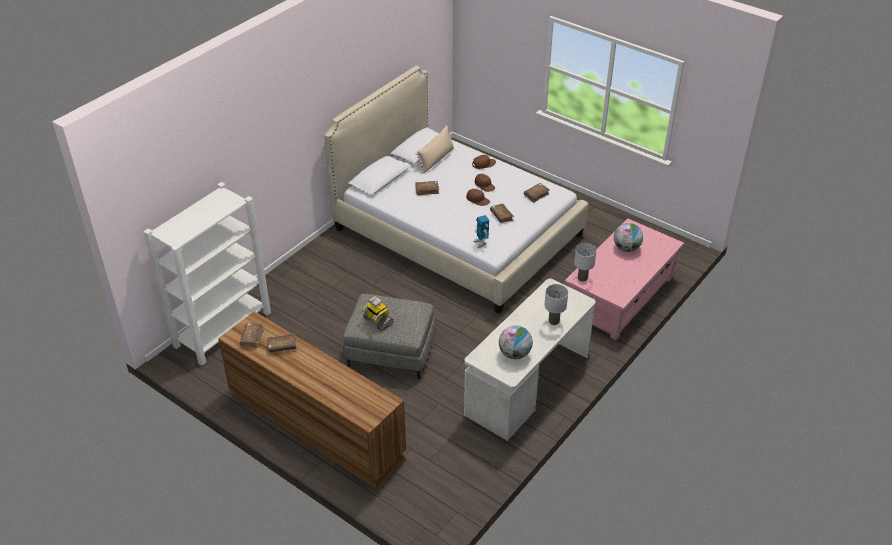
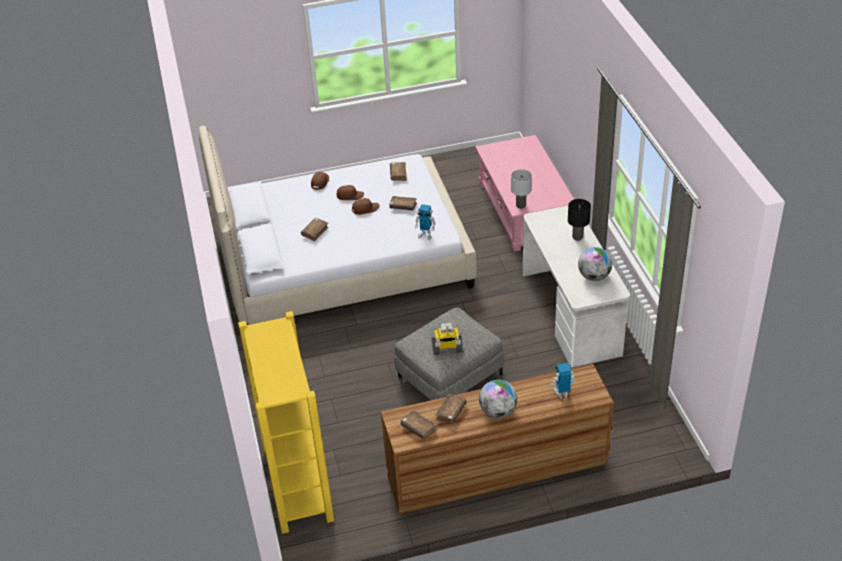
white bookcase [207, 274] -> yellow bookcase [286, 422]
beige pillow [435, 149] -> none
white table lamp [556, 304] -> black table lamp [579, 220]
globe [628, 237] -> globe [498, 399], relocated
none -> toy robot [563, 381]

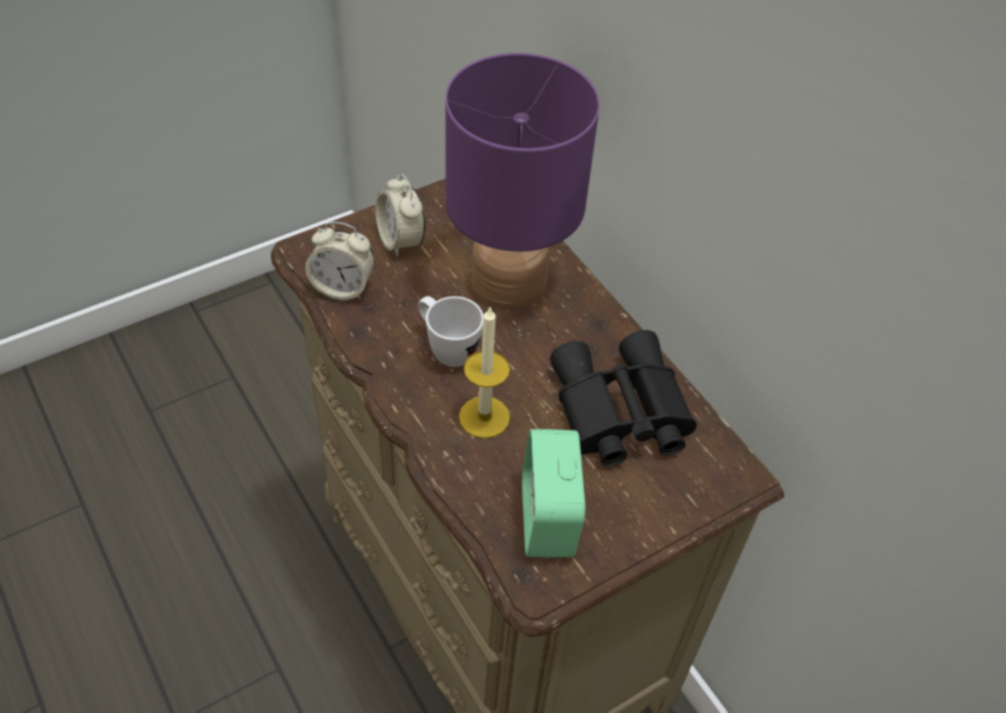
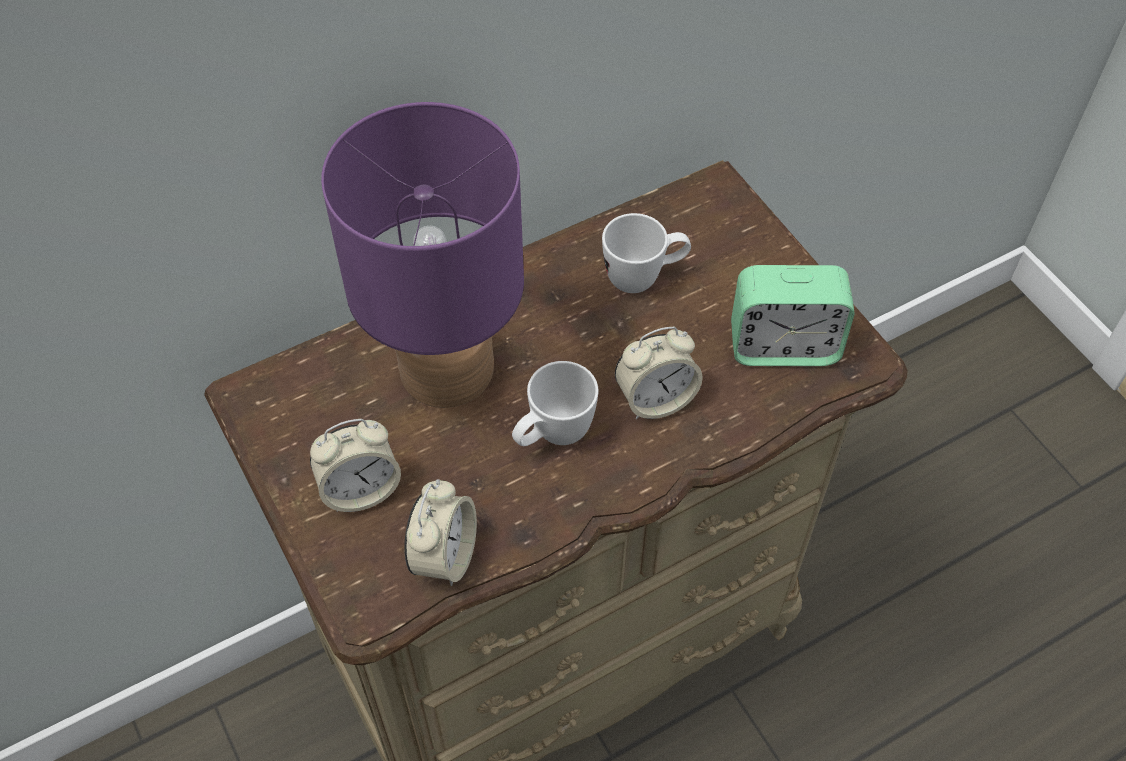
candle [484, 372] -> alarm clock [659, 373]
black binoculars [623, 398] -> white mug [646, 253]

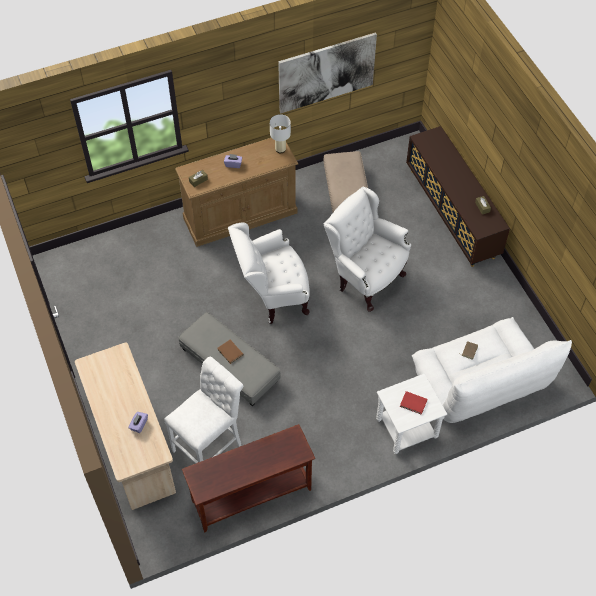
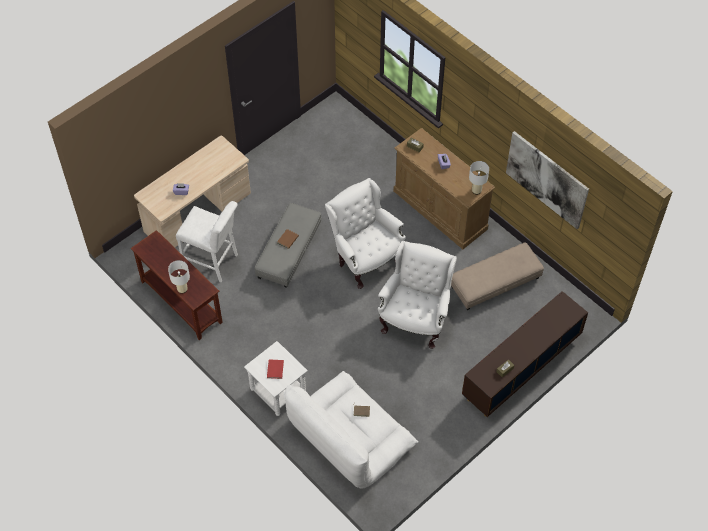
none -> white table lamp [179, 277]

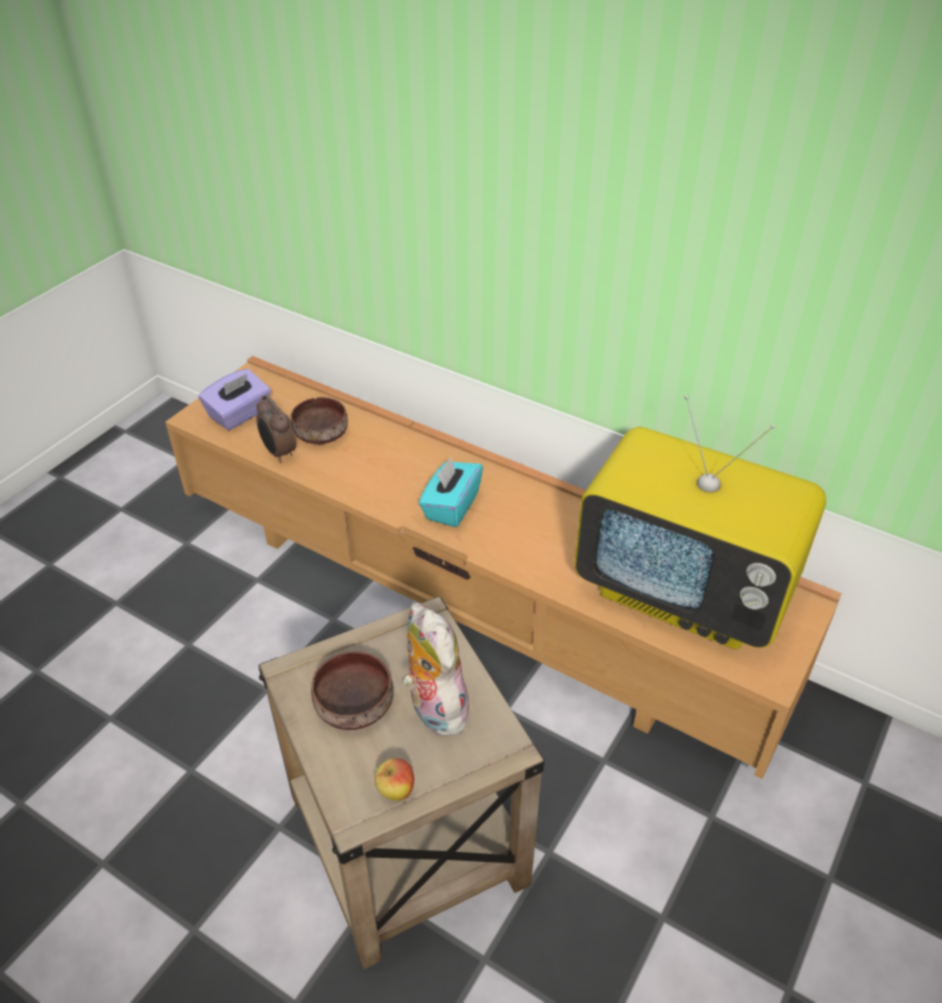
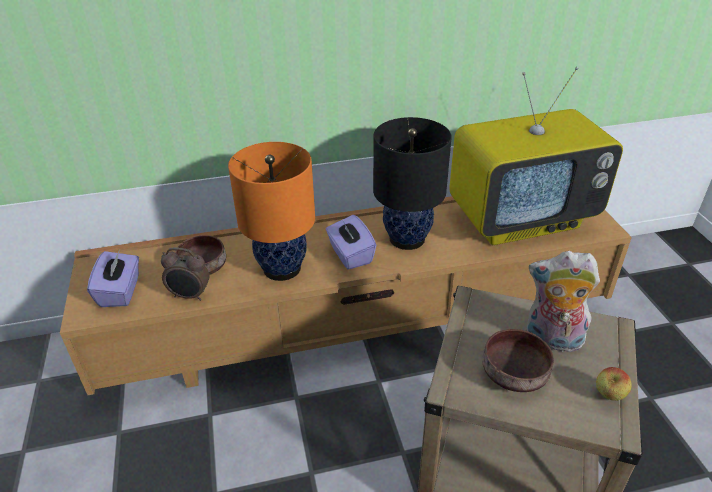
turquoise tissue box [451, 492] -> purple tissue box [351, 242]
none -> orange table lamp [271, 211]
none -> black table lamp [412, 183]

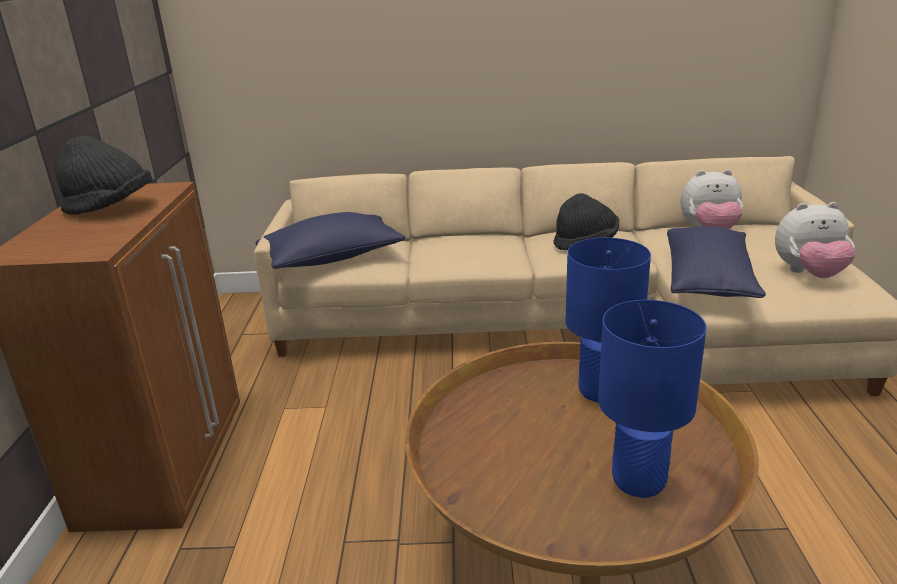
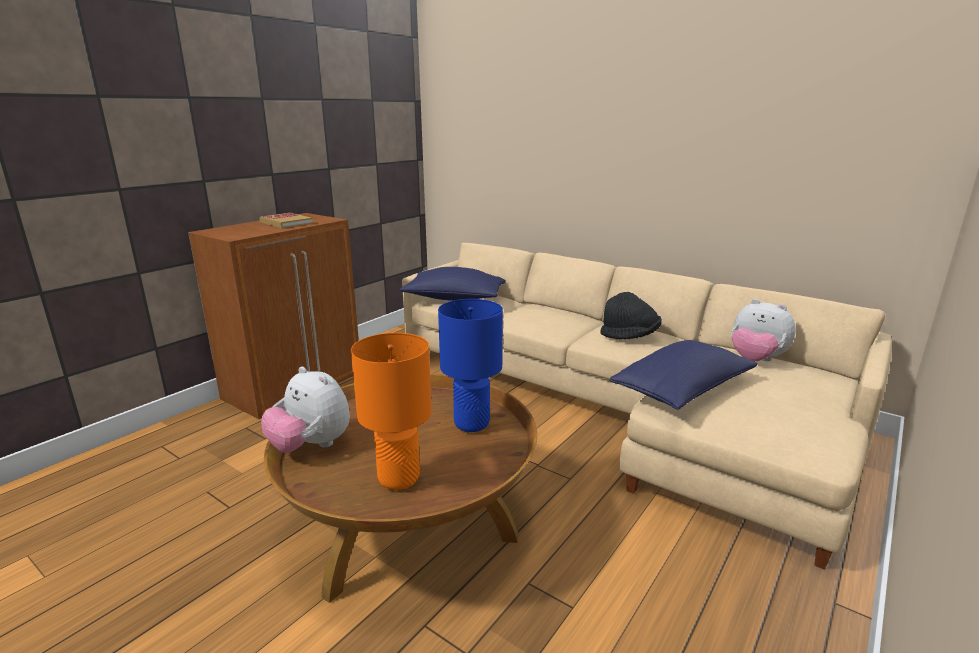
black hat [103, 175] -> book [286, 220]
blue table lamp [652, 399] -> orange table lamp [391, 411]
plush toy [815, 240] -> plush toy [305, 410], relocated

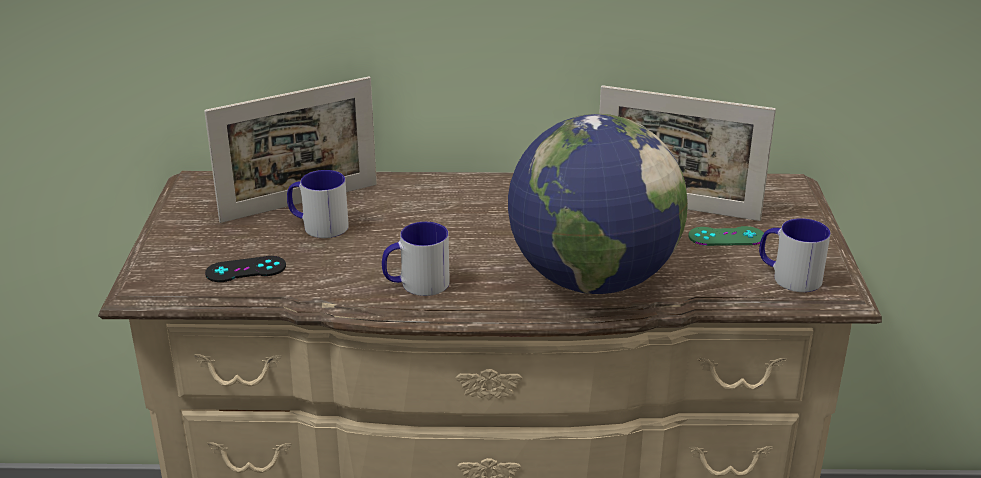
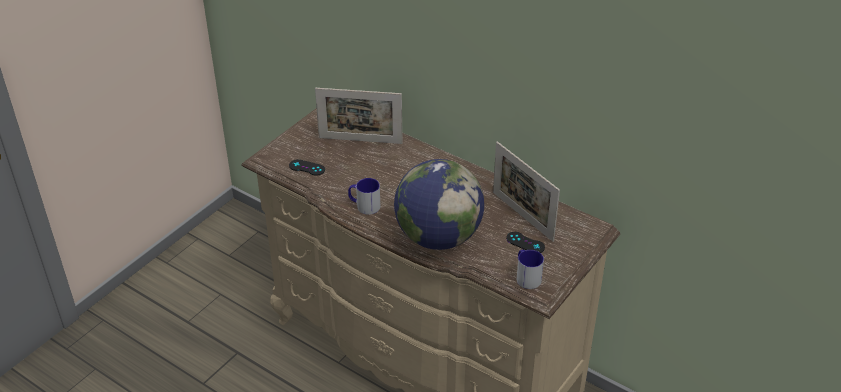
mug [318, 204] -> none
green game controller [726, 236] -> black game controller [525, 242]

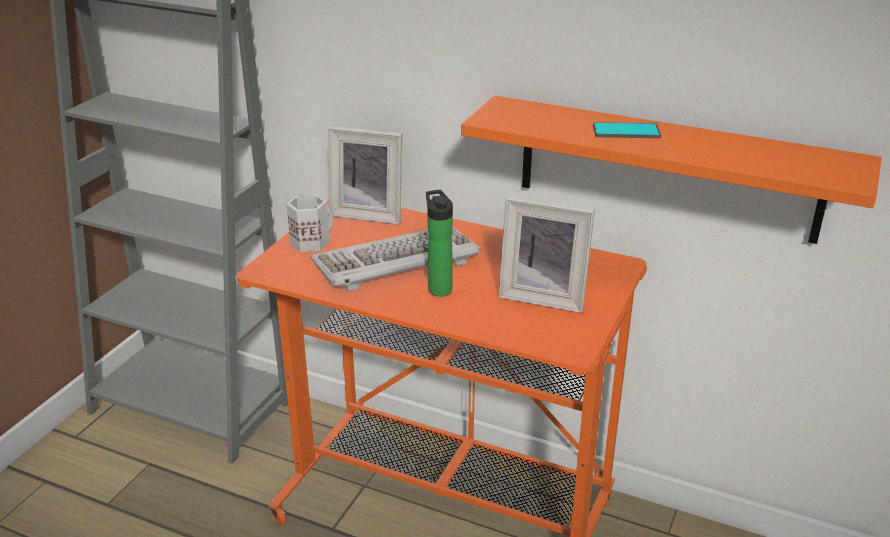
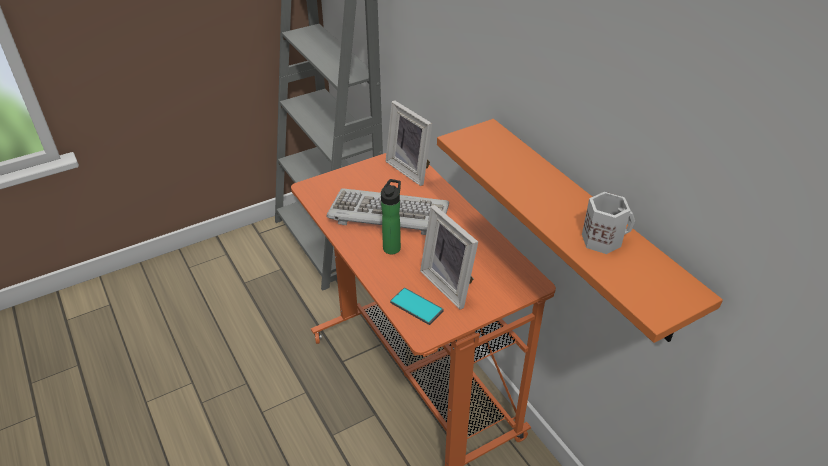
white mug [309, 223] -> white mug [608, 223], relocated
phone [627, 130] -> phone [417, 306], relocated

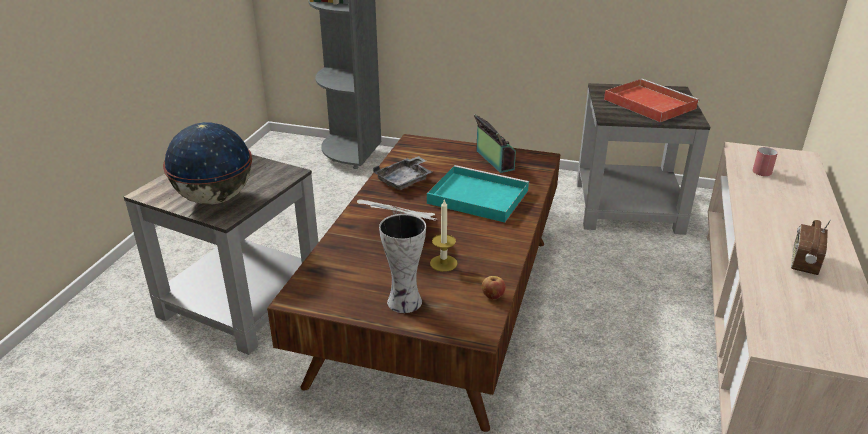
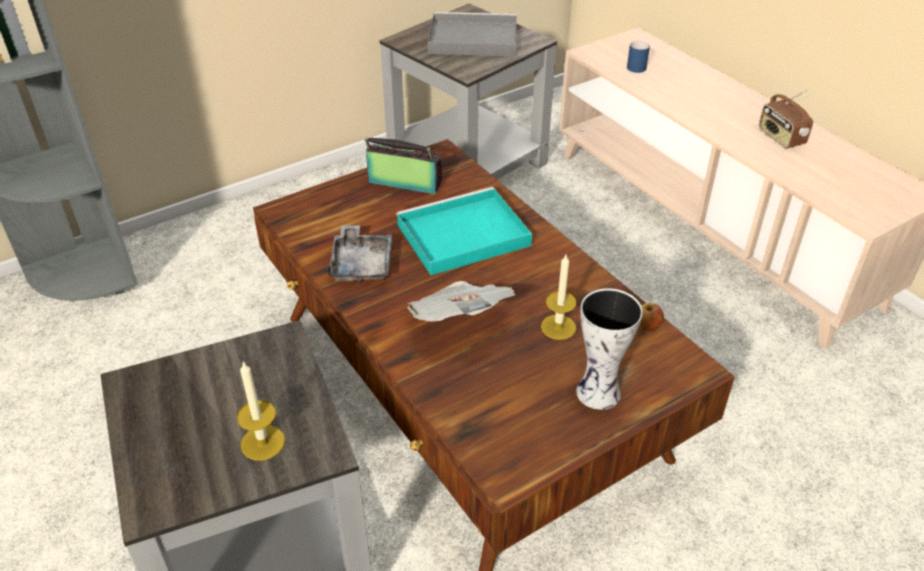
globe [207, 163] -> candle [261, 411]
red tray [652, 100] -> grey tray [472, 34]
red mug [765, 161] -> blue mug [638, 57]

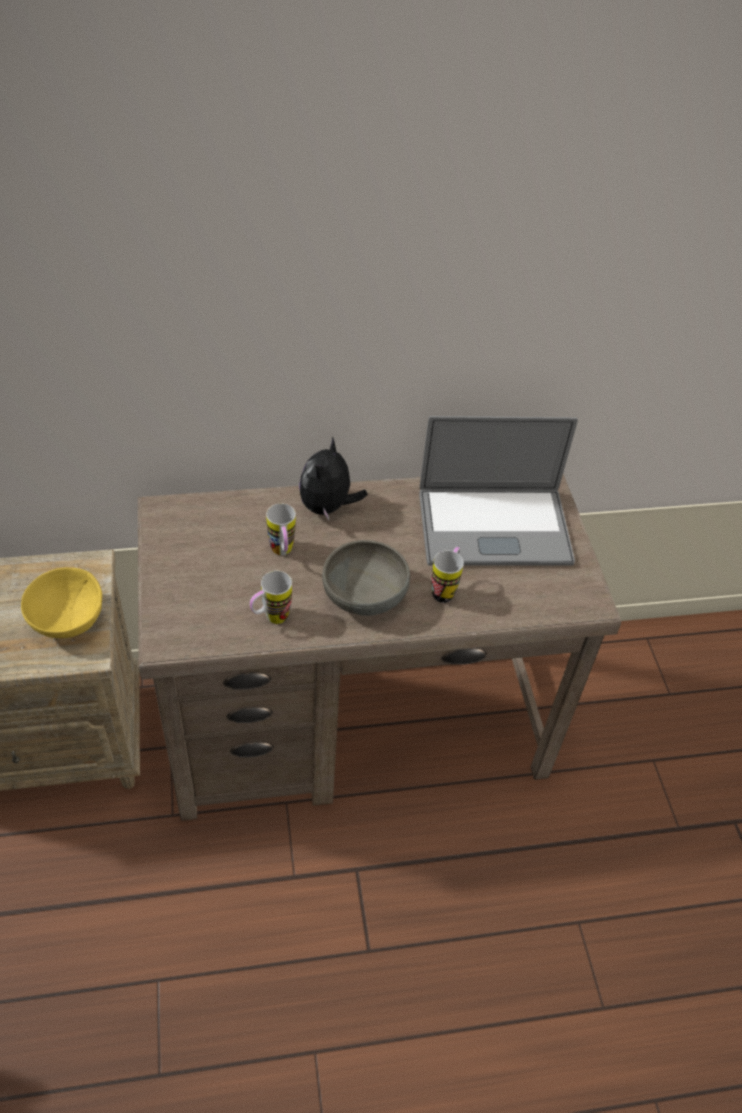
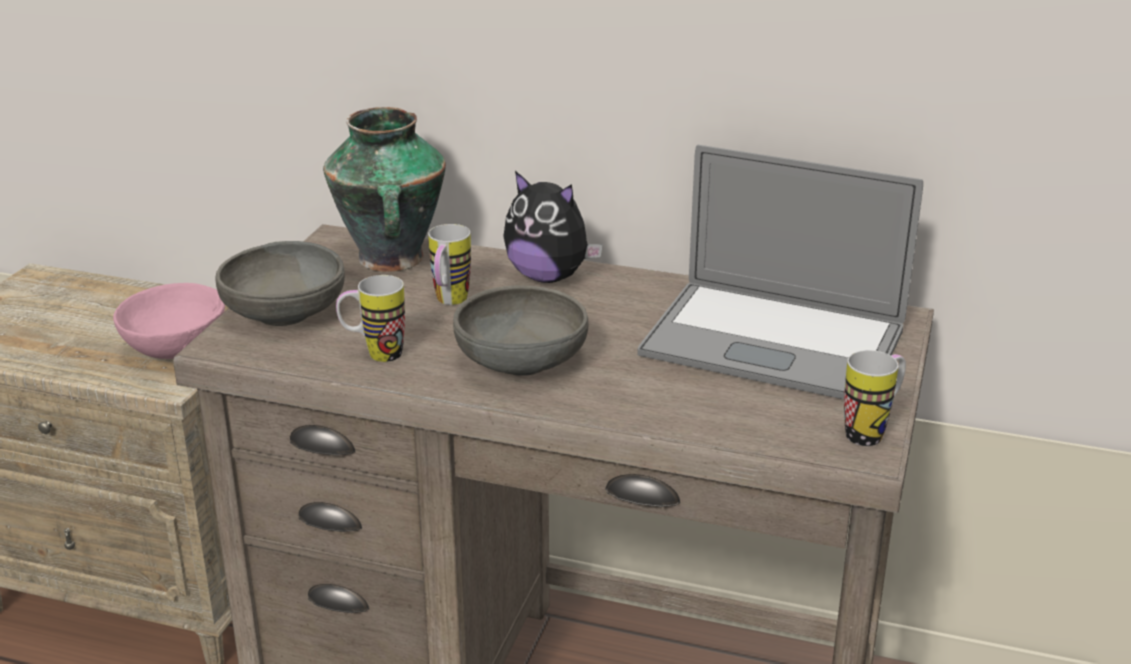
yellow bowl [61, 603] -> pink bowl [169, 321]
plush toy [333, 478] -> plush toy [553, 227], 105 degrees counterclockwise
mug [447, 575] -> mug [875, 398], relocated
none -> grey bowl [280, 283]
none -> vase [384, 189]

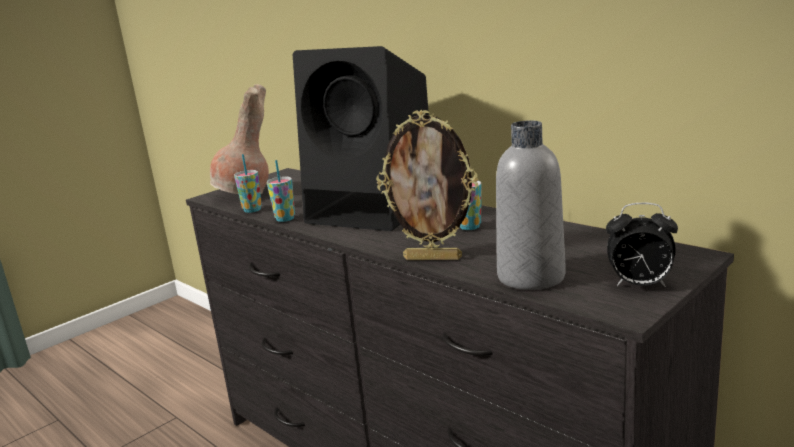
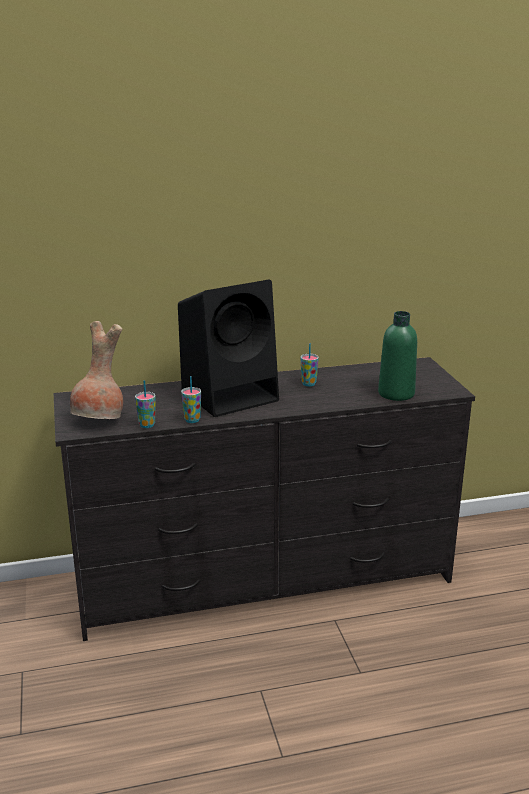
picture frame [427, 185] -> none
grey bottle [531, 205] -> green bottle [397, 356]
alarm clock [642, 245] -> none

